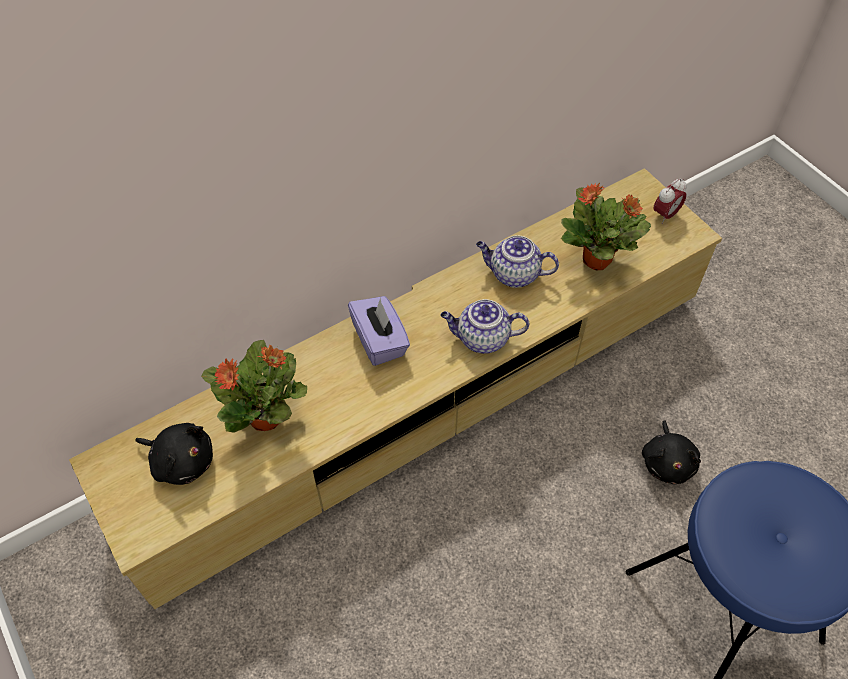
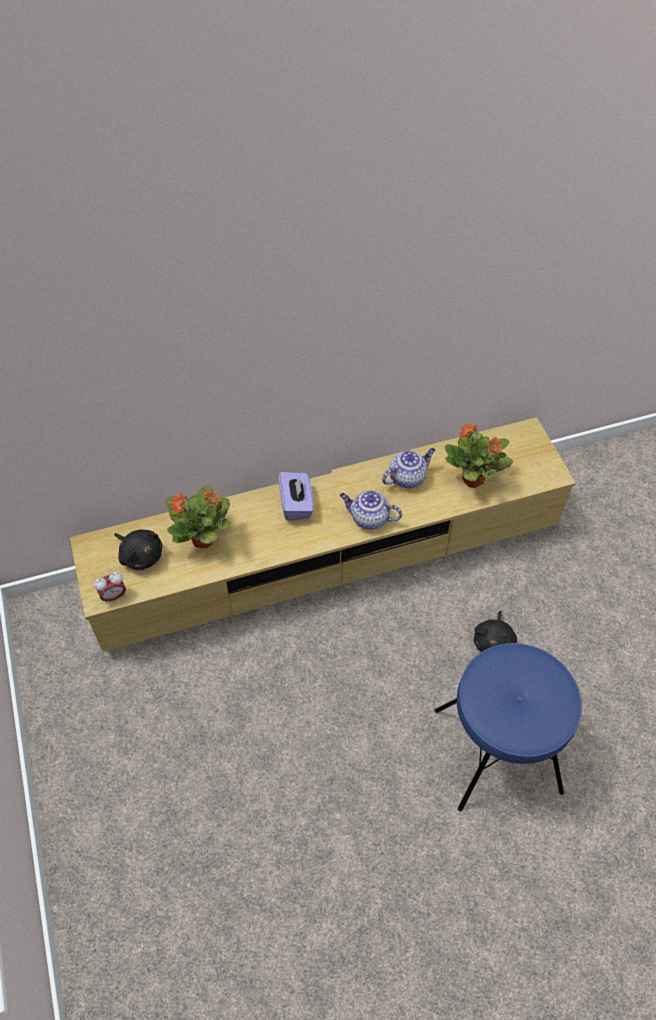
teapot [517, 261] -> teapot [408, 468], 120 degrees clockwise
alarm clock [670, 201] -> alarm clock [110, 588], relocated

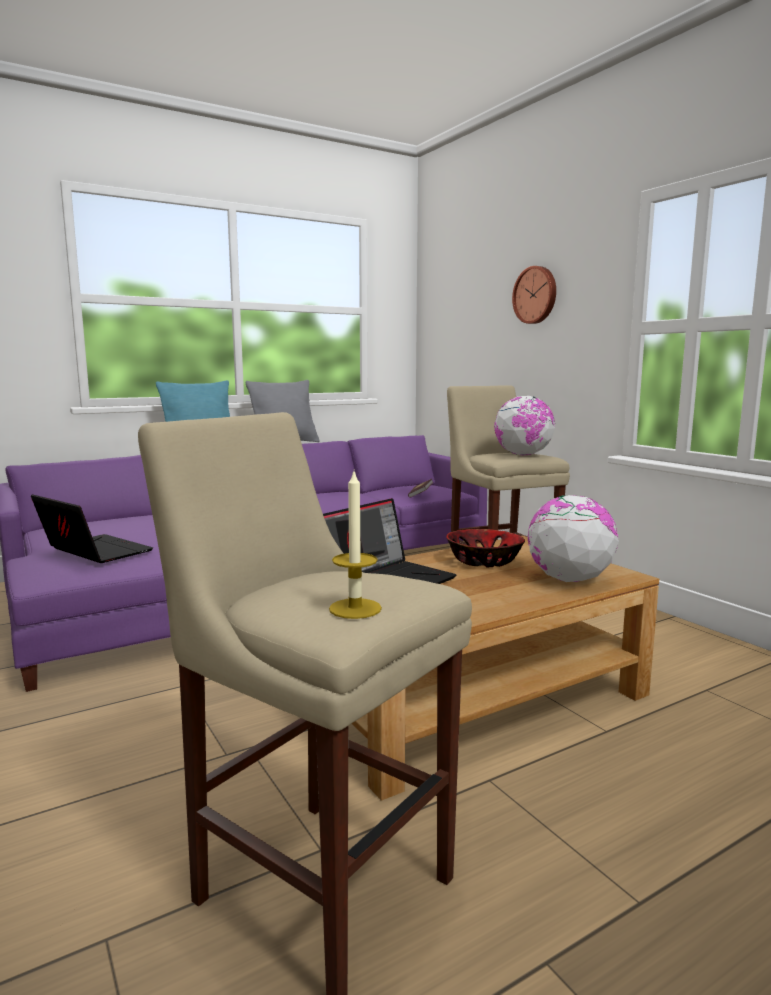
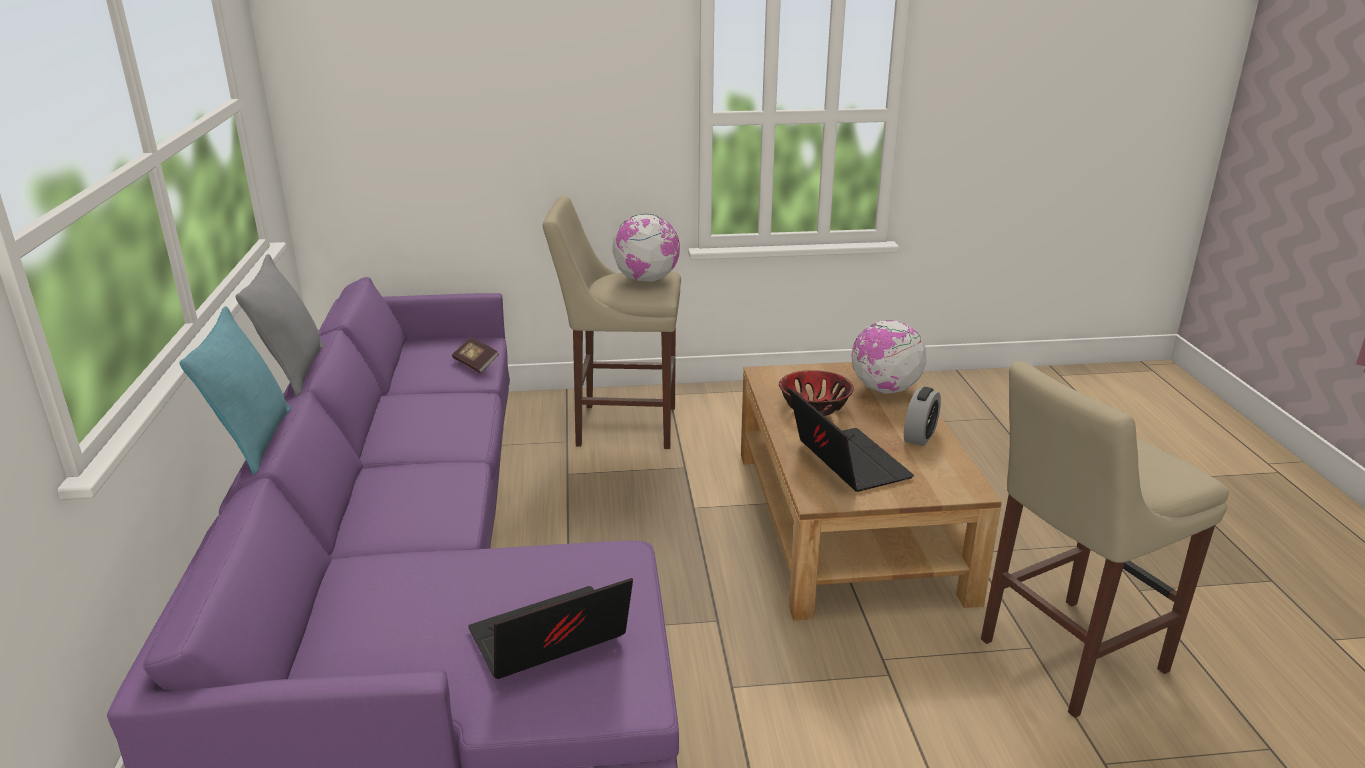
candle [355, 545] -> none
wall clock [534, 295] -> none
none -> alarm clock [922, 416]

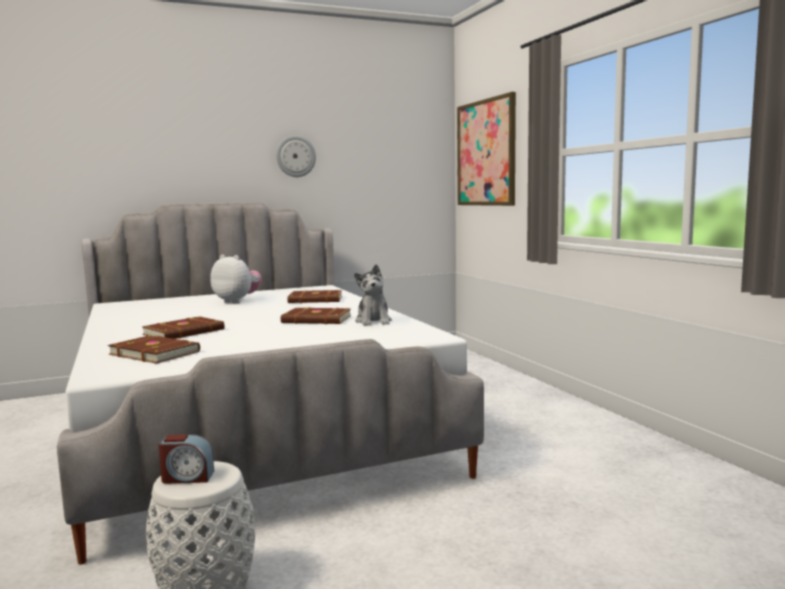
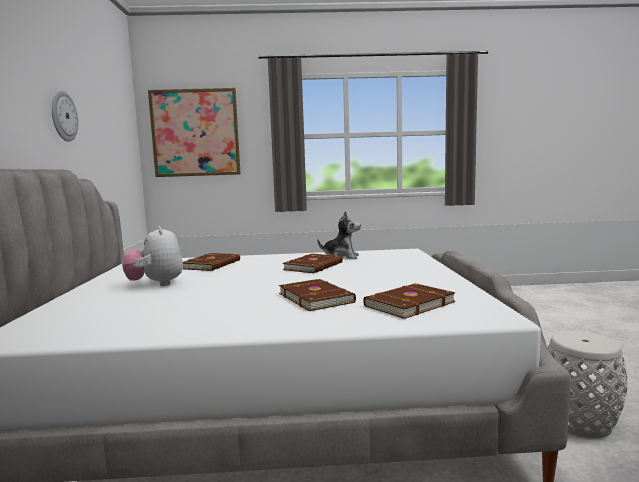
alarm clock [186, 459] -> none
plush toy [236, 279] -> plush toy [152, 256], 75 degrees counterclockwise

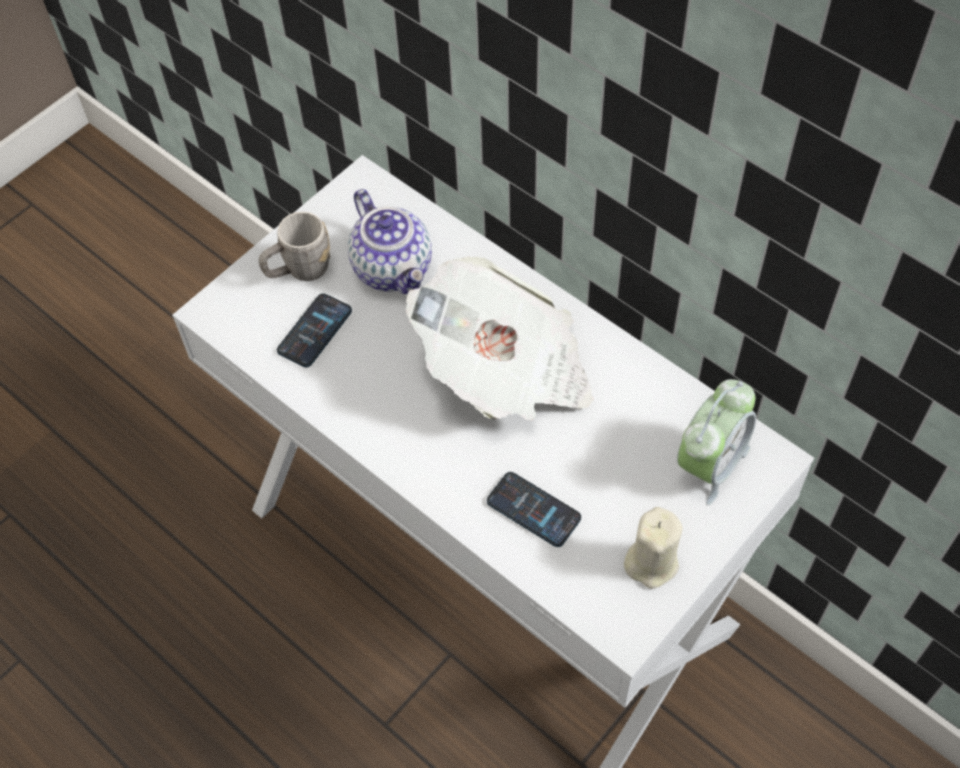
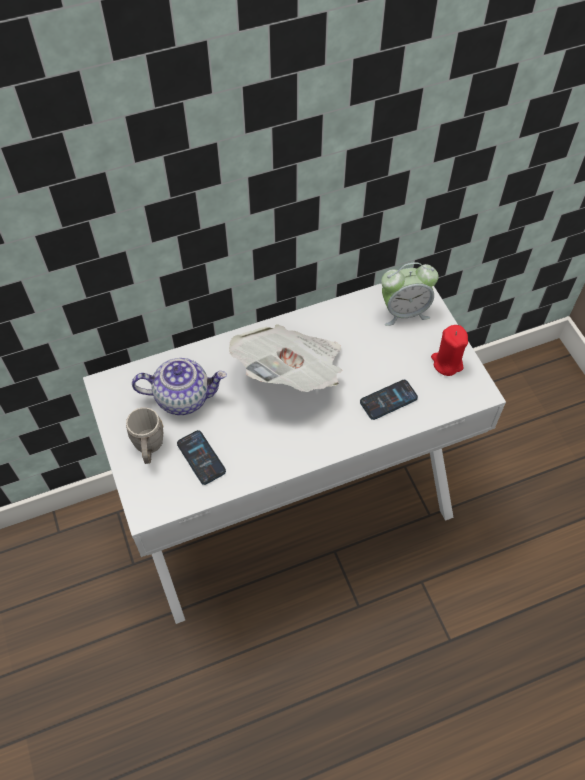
beige candle [653, 548] -> red candle [449, 350]
alarm clock [716, 442] -> alarm clock [410, 294], 105 degrees clockwise

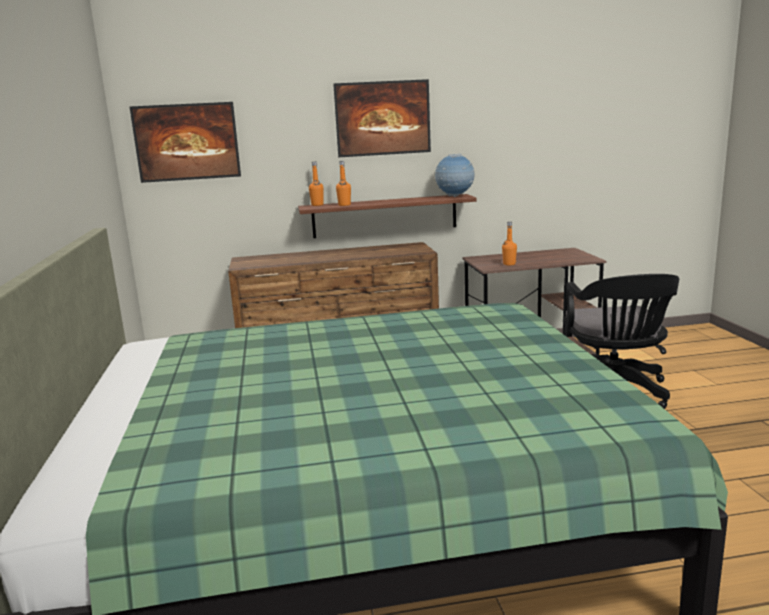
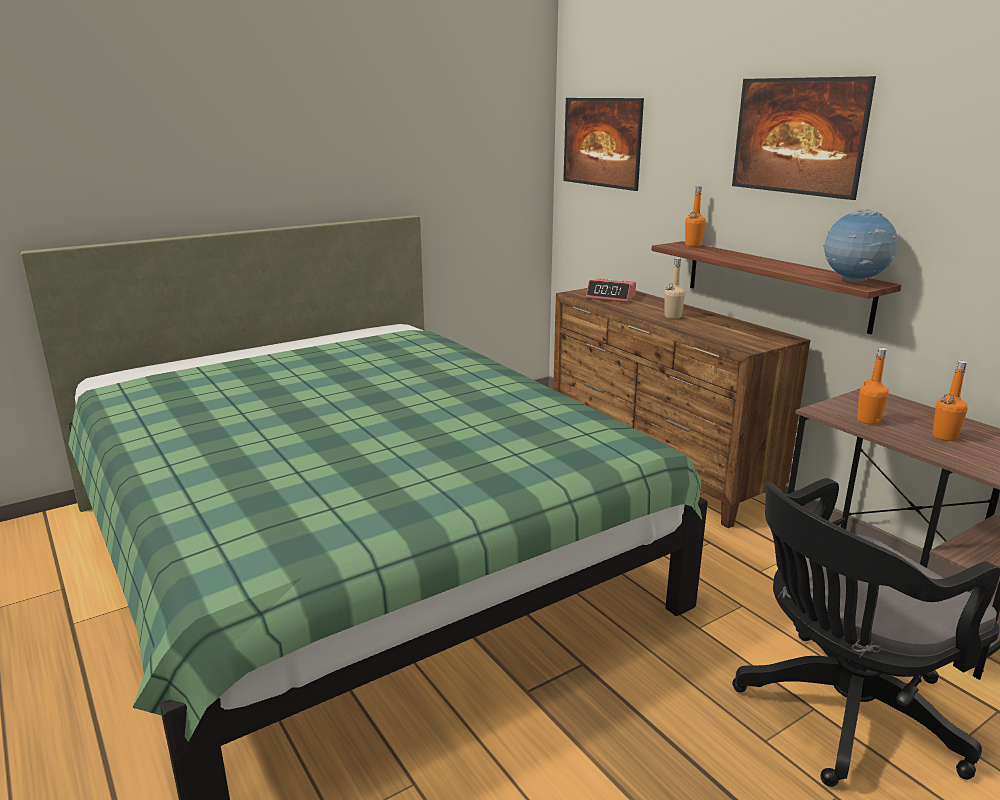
orange bottle [343, 183] -> orange bottle [949, 401], relocated
none -> alarm clock [611, 290]
none -> beige bottle [674, 288]

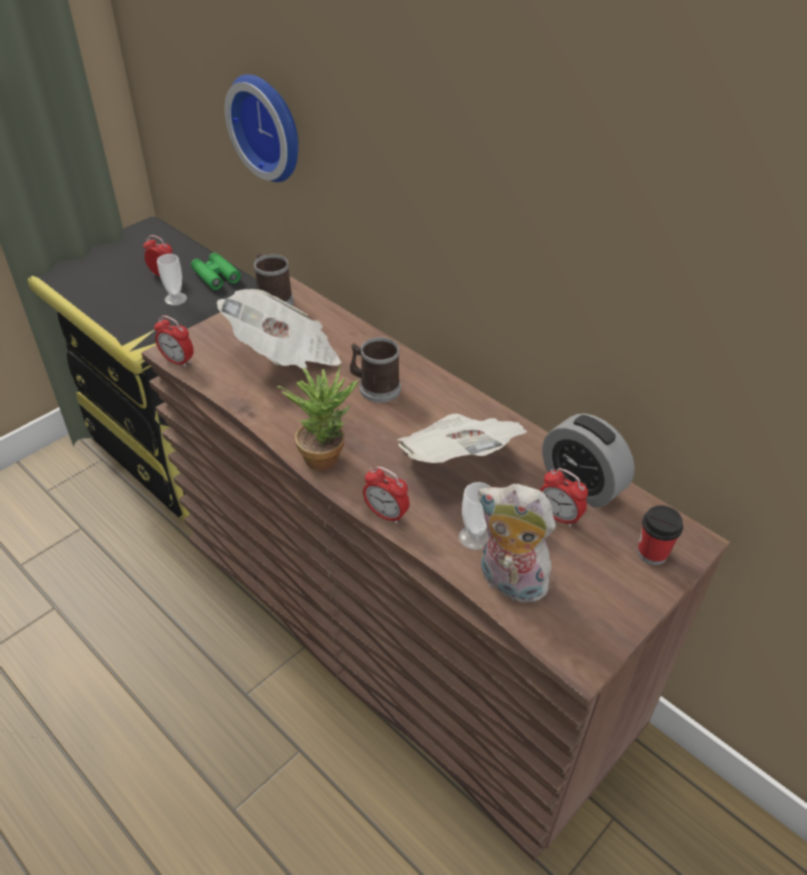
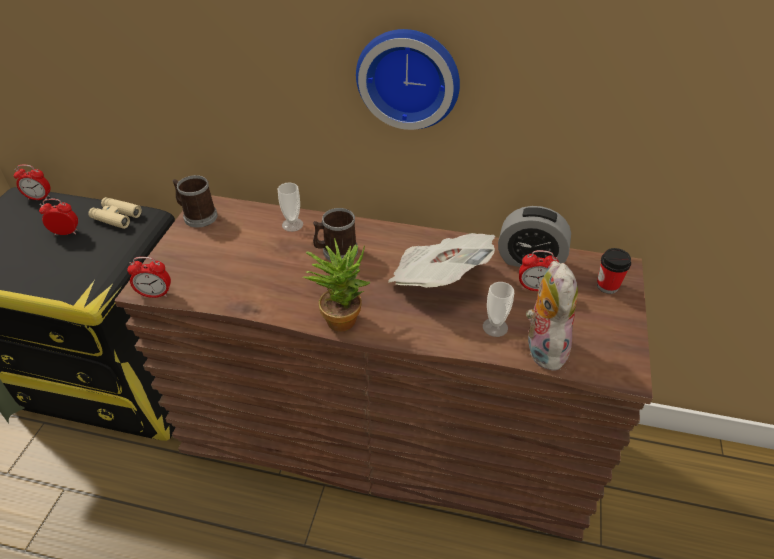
cup [172, 279] -> cup [290, 207], relocated
green binoculars [216, 271] -> beige binoculars [115, 213]
newspaper [279, 329] -> none
wall clock [262, 128] -> wall clock [408, 79], relocated
alarm clock [386, 495] -> alarm clock [32, 182], relocated
plush toy [517, 544] -> plush toy [552, 316], 90 degrees clockwise

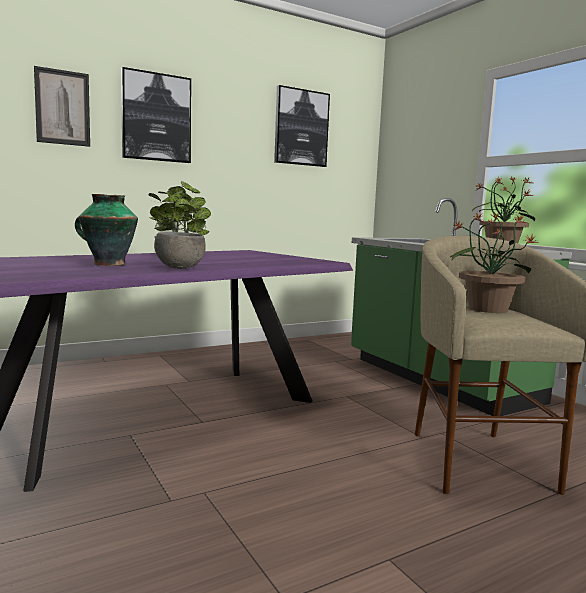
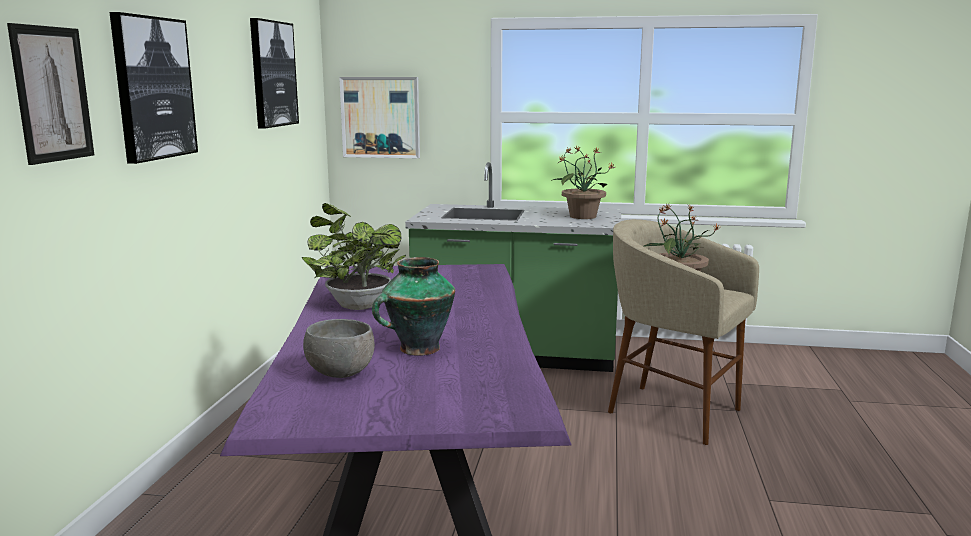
grey bowl [180, 250] -> grey bowl [339, 348], relocated
none -> picture [379, 117]

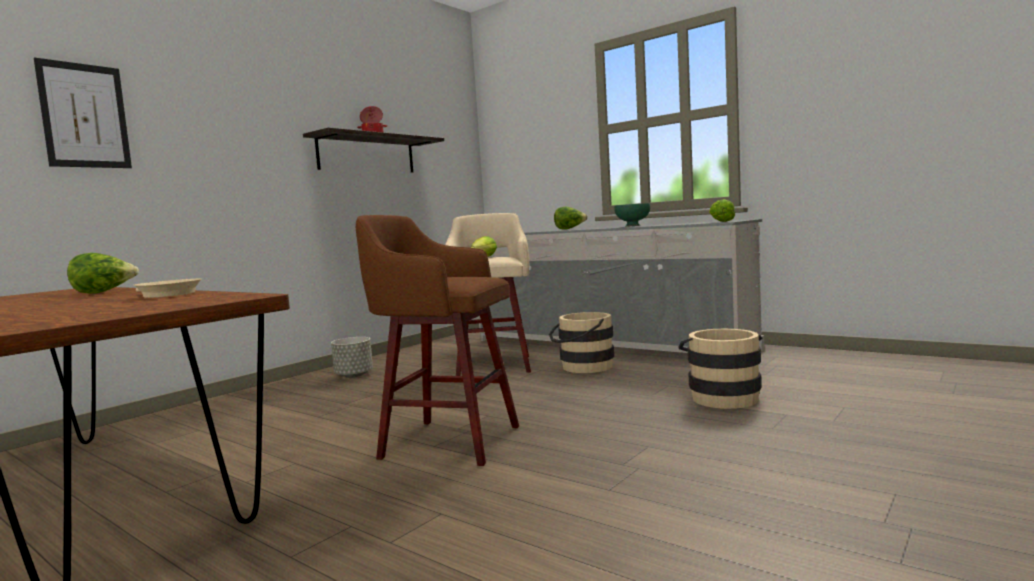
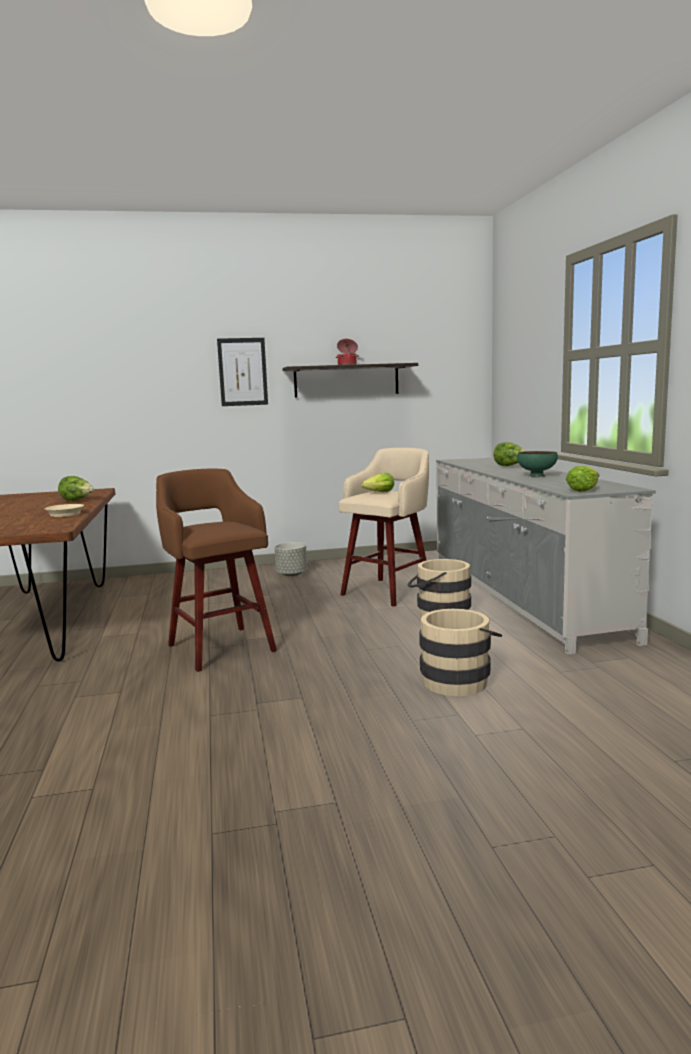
picture [83, 112] -> picture [242, 372], relocated

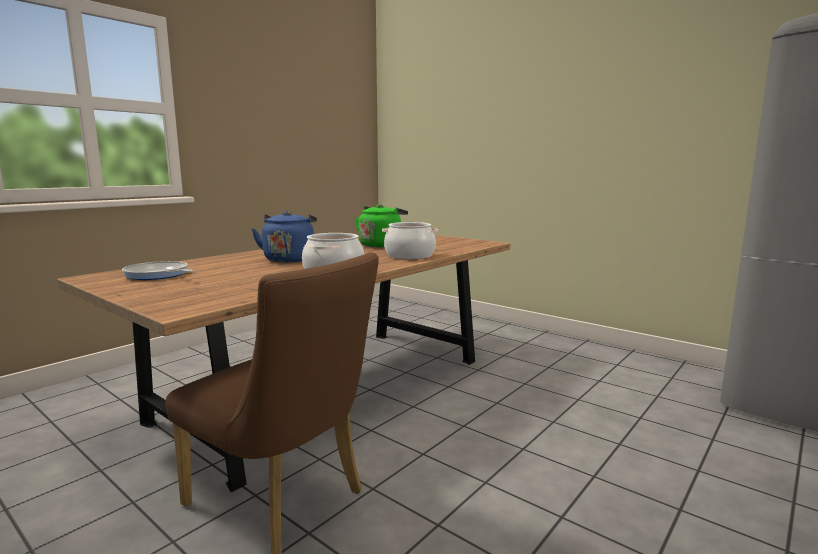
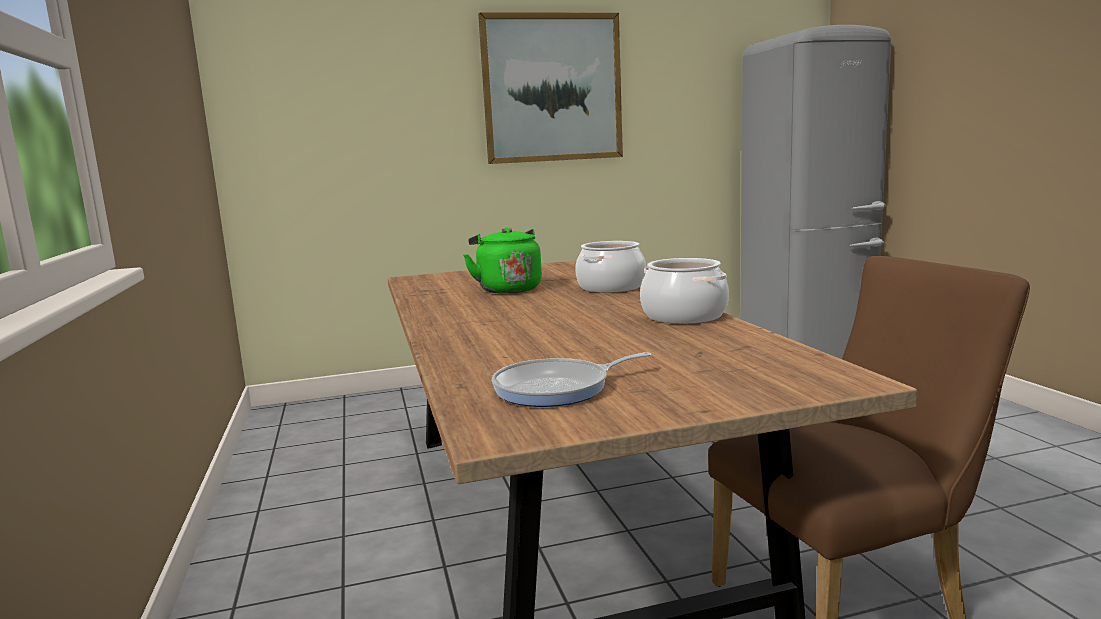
blue kettle [284, 237] -> none
none -> picture [550, 88]

